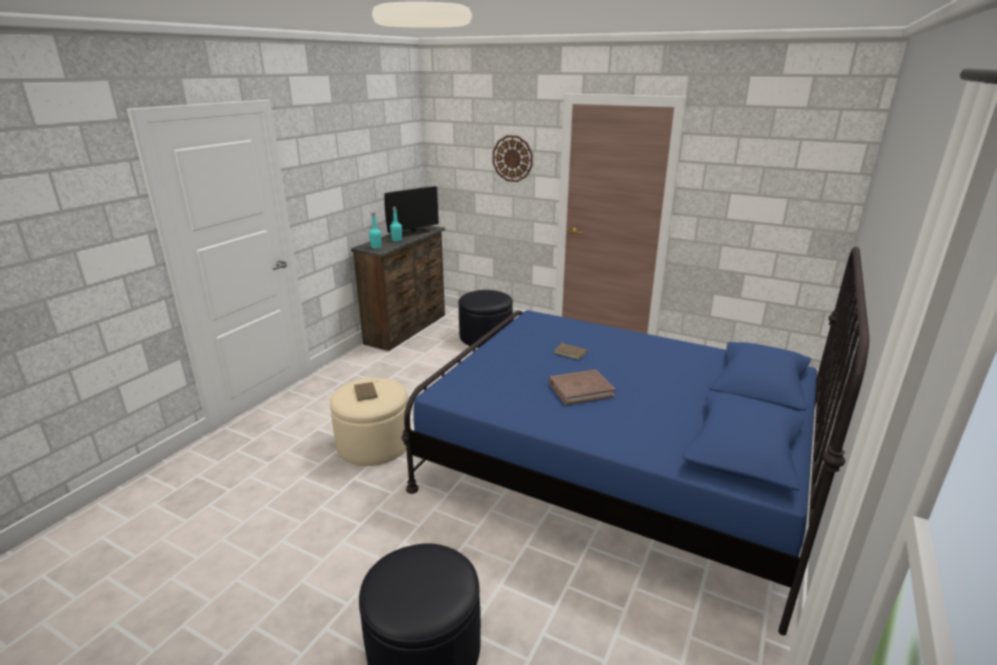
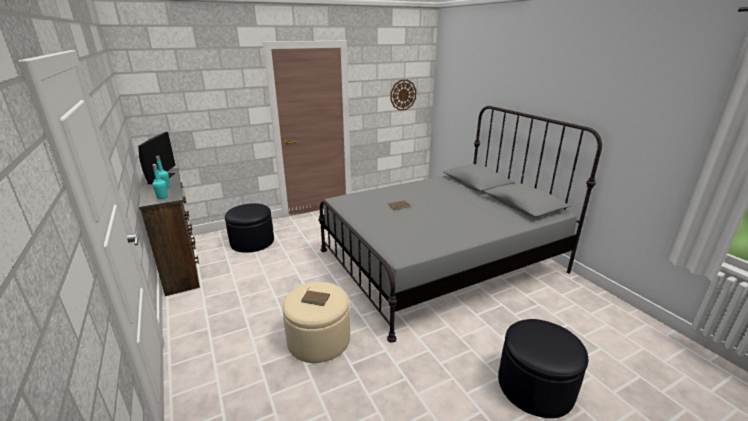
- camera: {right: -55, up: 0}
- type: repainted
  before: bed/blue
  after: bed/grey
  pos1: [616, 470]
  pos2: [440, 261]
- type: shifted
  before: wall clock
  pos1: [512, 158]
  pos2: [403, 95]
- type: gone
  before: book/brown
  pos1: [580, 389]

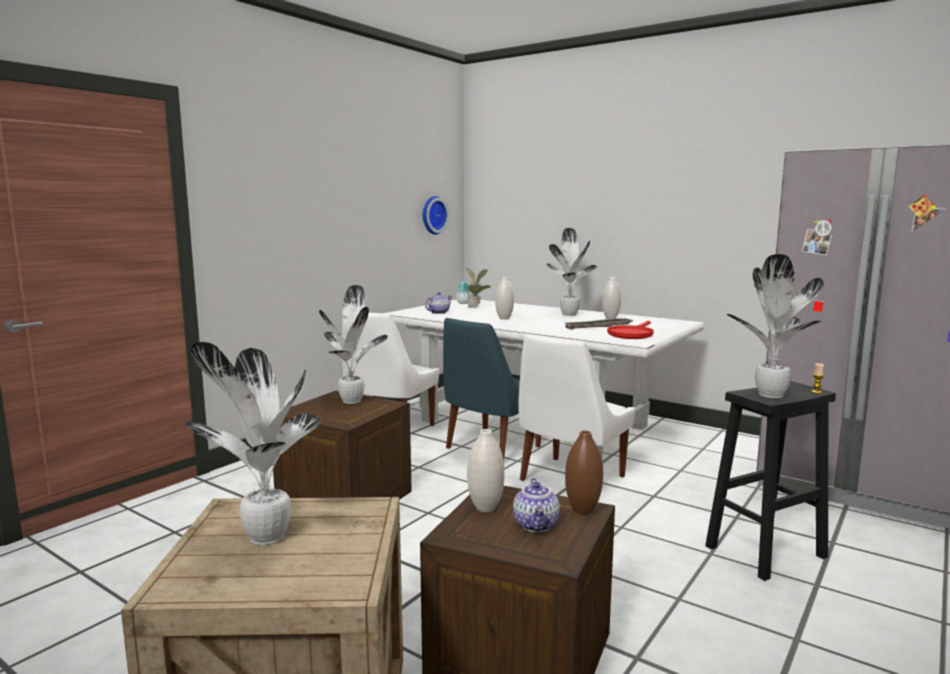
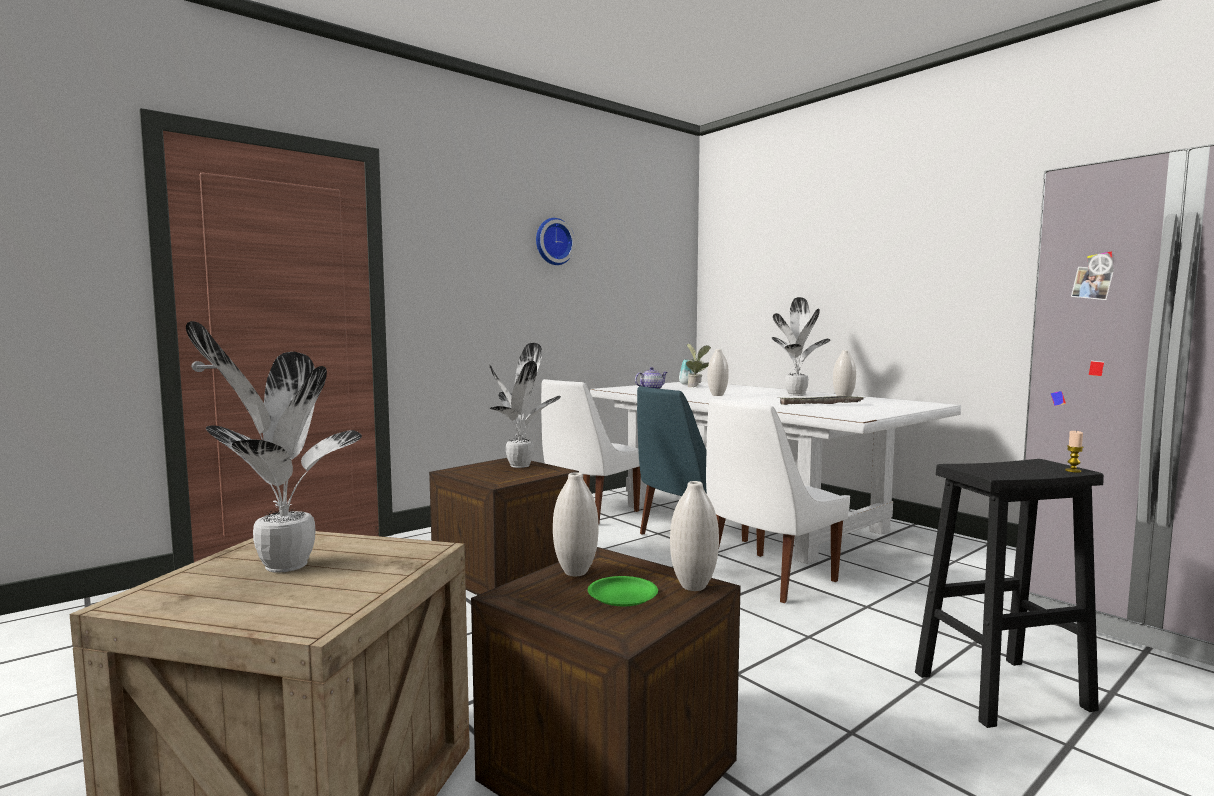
- camera: {right: 15, up: -5}
- type: shifted
  before: wall clock
  pos1: [432, 215]
  pos2: [553, 242]
- type: swapped
  before: teapot
  after: plate/green
  pos1: [537, 525]
  pos2: [623, 596]
- type: repainted
  before: vase/brown
  after: vase/white
  pos1: [582, 510]
  pos2: [693, 586]
- type: gone
  before: frying pan/red
  pos1: [632, 334]
- type: gone
  before: potted plant
  pos1: [770, 395]

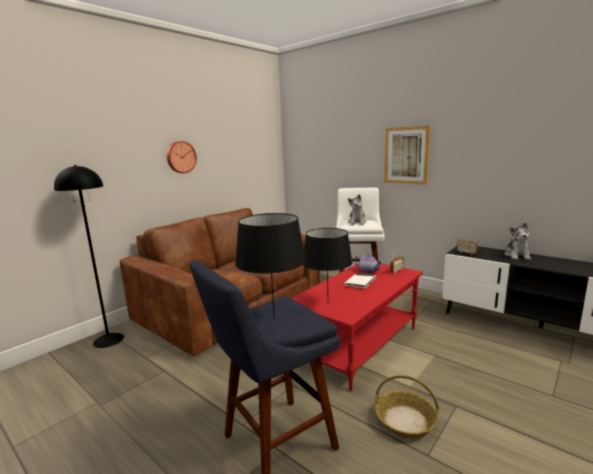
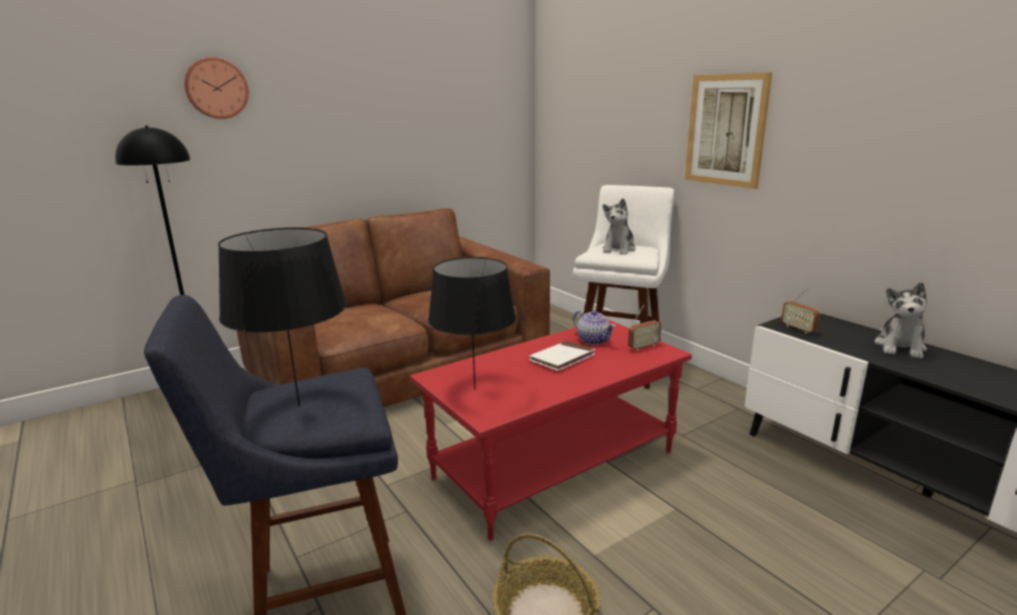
- camera: {right: 15, up: 5}
- type: shifted
  before: wall clock
  pos1: [181, 157]
  pos2: [216, 88]

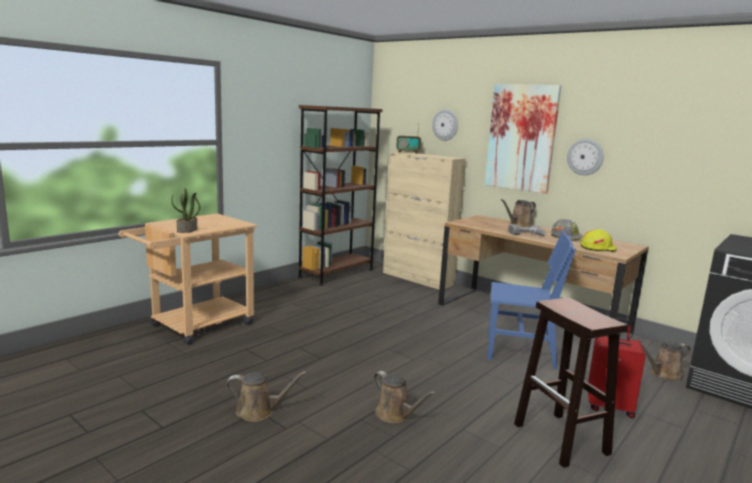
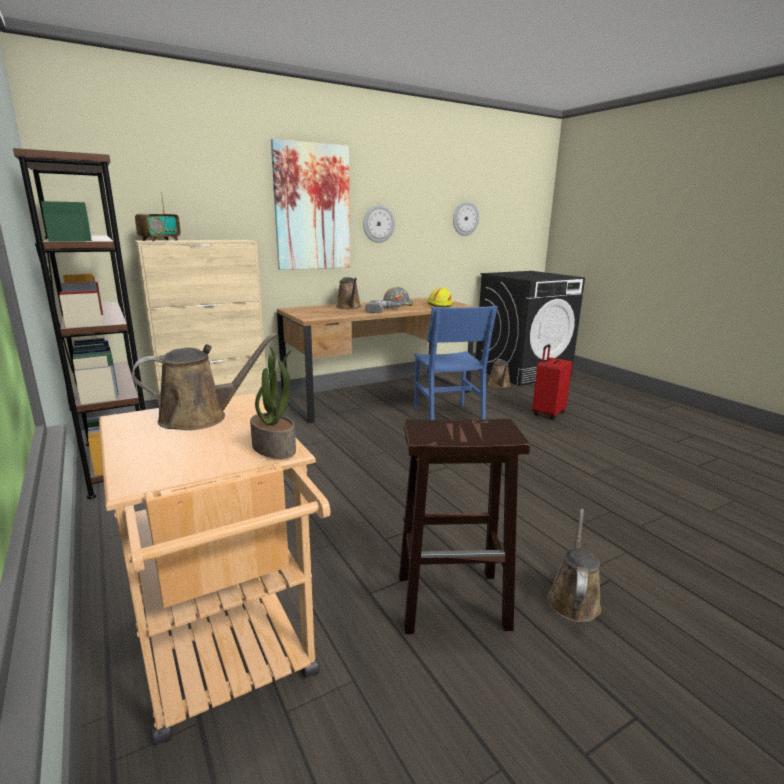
- camera: {right: -70, up: 5}
- type: shifted
  before: watering can/brown
  pos1: [395, 414]
  pos2: [200, 417]
- type: shifted
  before: stool/brown
  pos1: [562, 439]
  pos2: [454, 601]
- type: rotated
  before: chair/blue
  pos1: [520, 352]
  pos2: [447, 416]
  turn: 135
- type: shifted
  before: wall clock
  pos1: [445, 125]
  pos2: [465, 218]

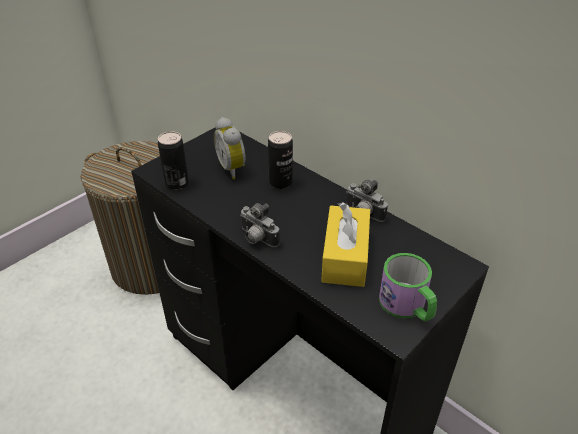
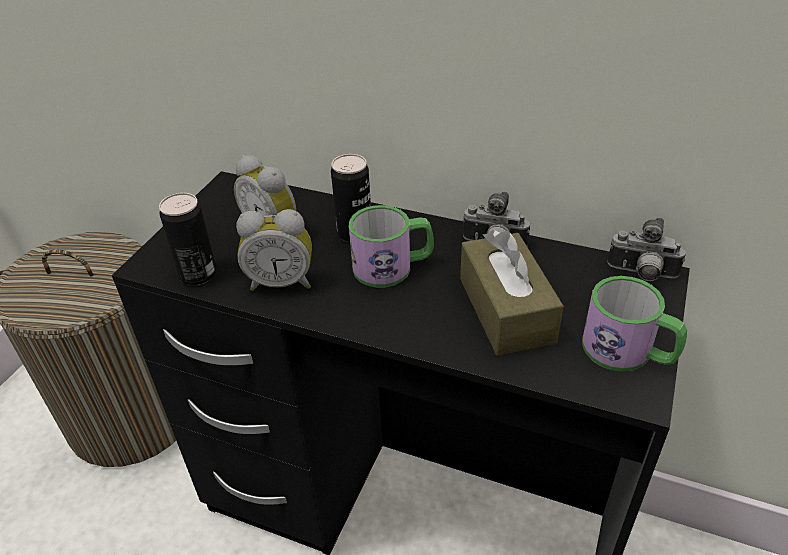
- camera: {right: -20, up: 0}
- type: new
  after: alarm clock
  pos2: [281, 282]
- type: new
  after: mug
  pos2: [393, 267]
- type: repainted
  before: tissue box/yellow
  after: tissue box/brown
  pos1: [345, 256]
  pos2: [506, 310]
- type: shifted
  before: photo camera
  pos1: [257, 239]
  pos2: [641, 274]

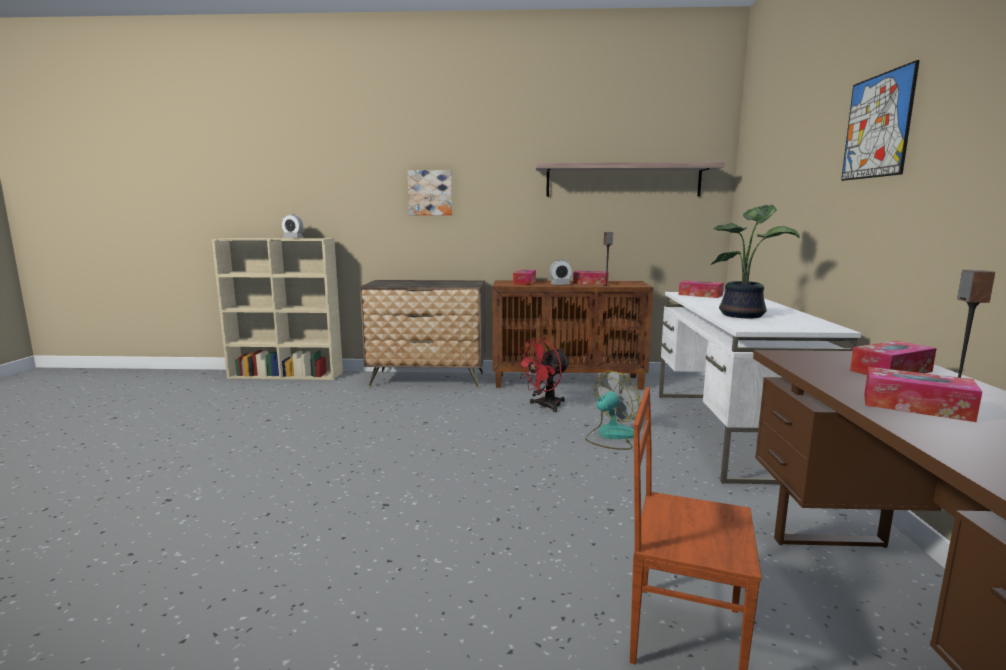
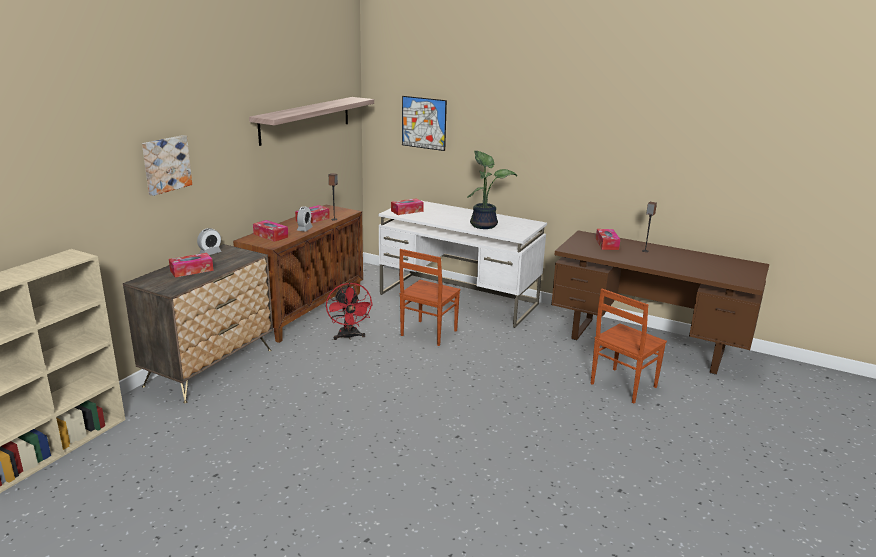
- camera: {right: -65, up: 10}
- type: shifted
  before: tissue box
  pos1: [916, 406]
  pos2: [191, 270]
- type: shifted
  before: alarm clock
  pos1: [293, 238]
  pos2: [210, 253]
- type: swapped
  before: fan
  after: chair/brown
  pos1: [611, 436]
  pos2: [427, 333]
- type: shifted
  before: picture
  pos1: [877, 126]
  pos2: [424, 123]

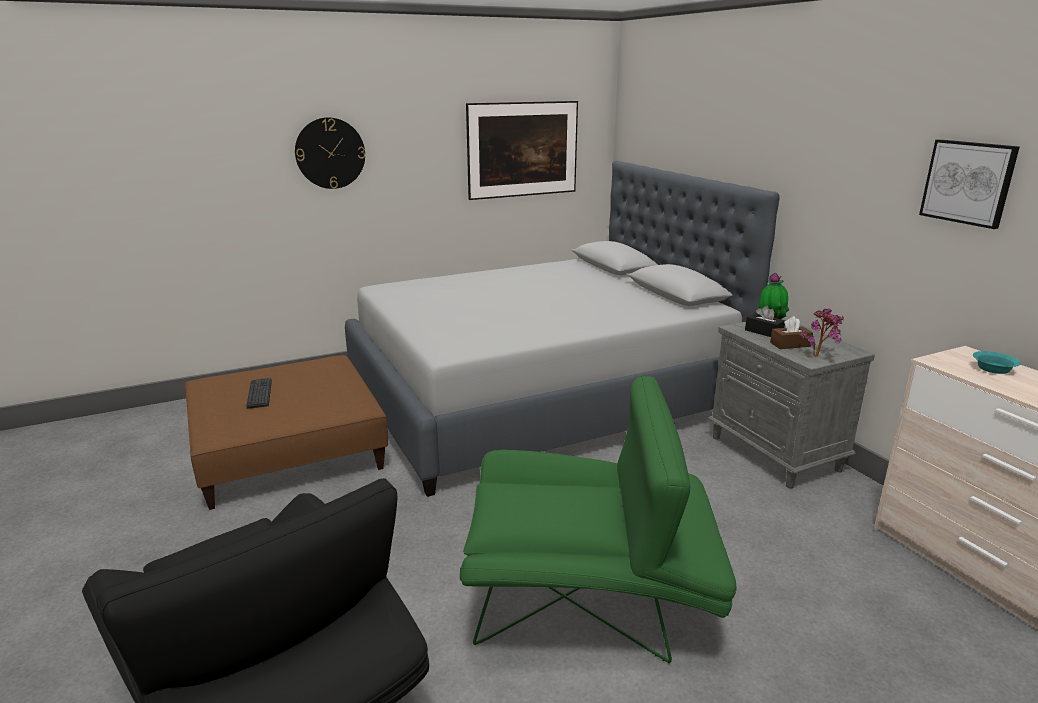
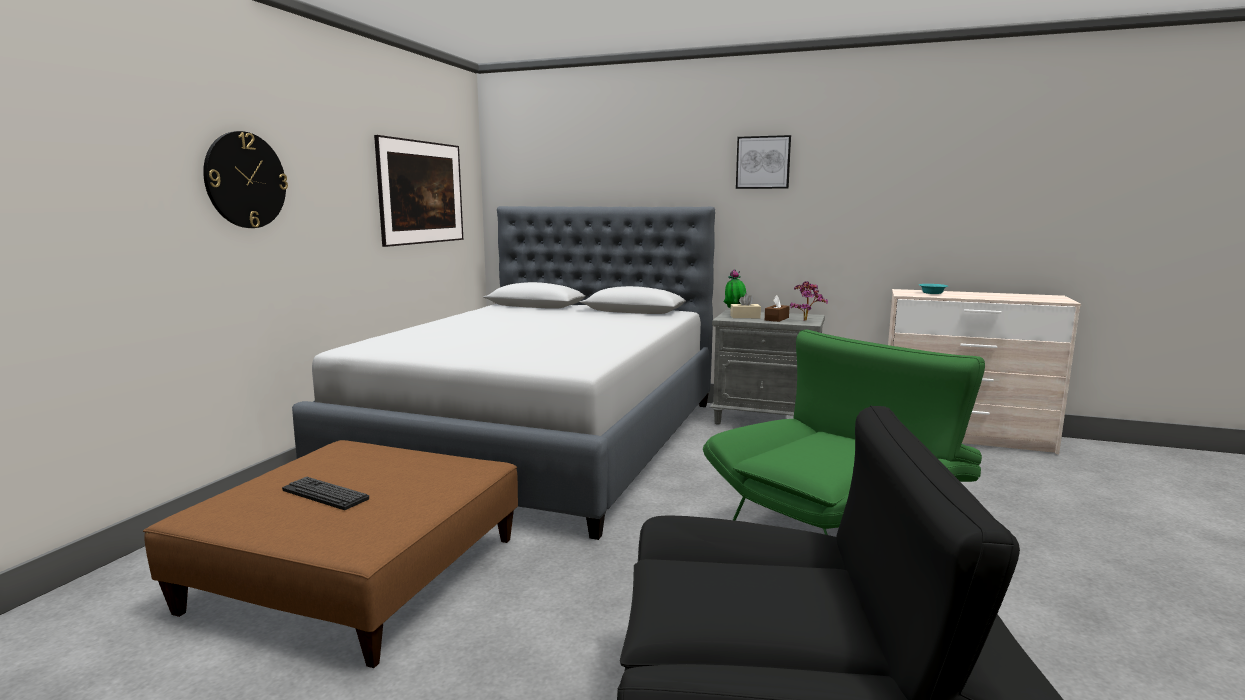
- camera: {right: -45, up: -10}
- type: repainted
  before: tissue box/black
  after: tissue box/beige
  pos1: [763, 332]
  pos2: [745, 317]
- type: shifted
  before: picture
  pos1: [968, 182]
  pos2: [763, 162]

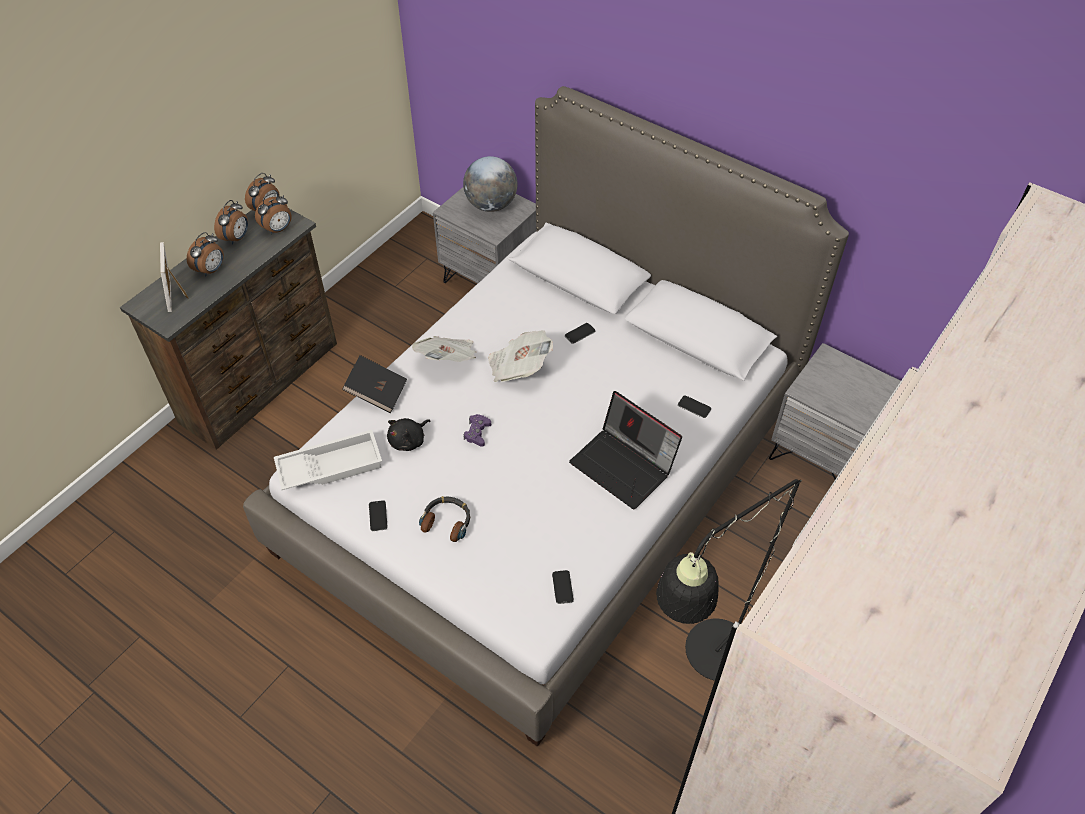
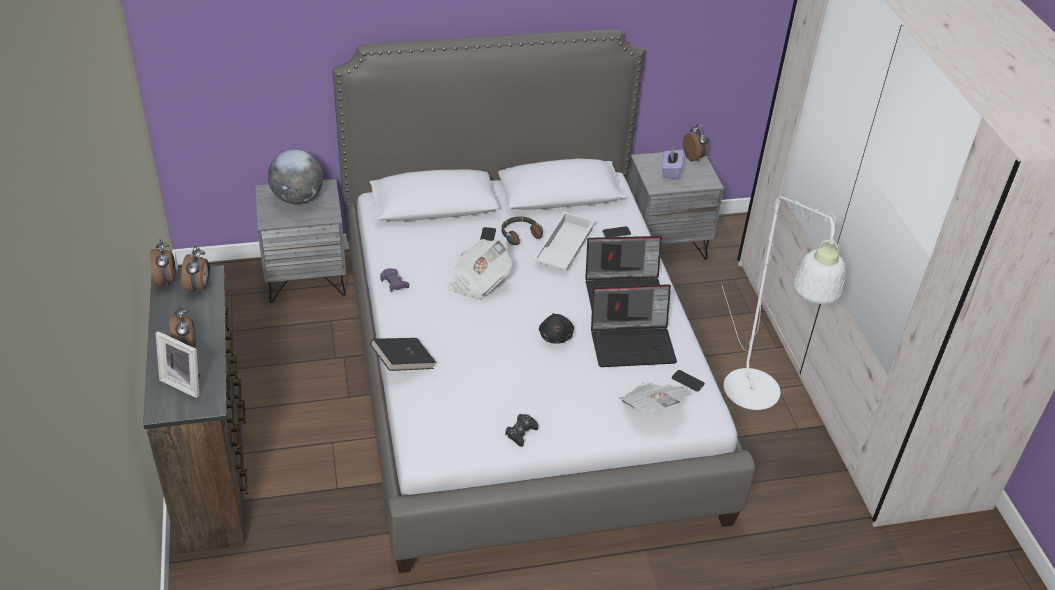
- camera: {right: -50, up: -10}
- type: shifted
  before: game controller/purple
  pos1: [477, 433]
  pos2: [394, 283]
- type: shifted
  before: headphones
  pos1: [447, 521]
  pos2: [520, 234]
- type: swapped
  before: phone
  after: game controller/black
  pos1: [378, 516]
  pos2: [521, 432]
- type: shifted
  before: tray/white
  pos1: [330, 465]
  pos2: [563, 247]
- type: shifted
  before: plush toy/black
  pos1: [409, 440]
  pos2: [555, 336]
- type: new
  after: laptop
  pos2: [633, 343]
- type: shifted
  before: newspaper
  pos1: [448, 360]
  pos2: [652, 408]
- type: new
  after: tissue box/purple
  pos2: [671, 171]
- type: shifted
  before: alarm clock
  pos1: [237, 238]
  pos2: [694, 157]
- type: repainted
  before: floor lamp/black
  after: floor lamp/white
  pos1: [708, 662]
  pos2: [755, 400]

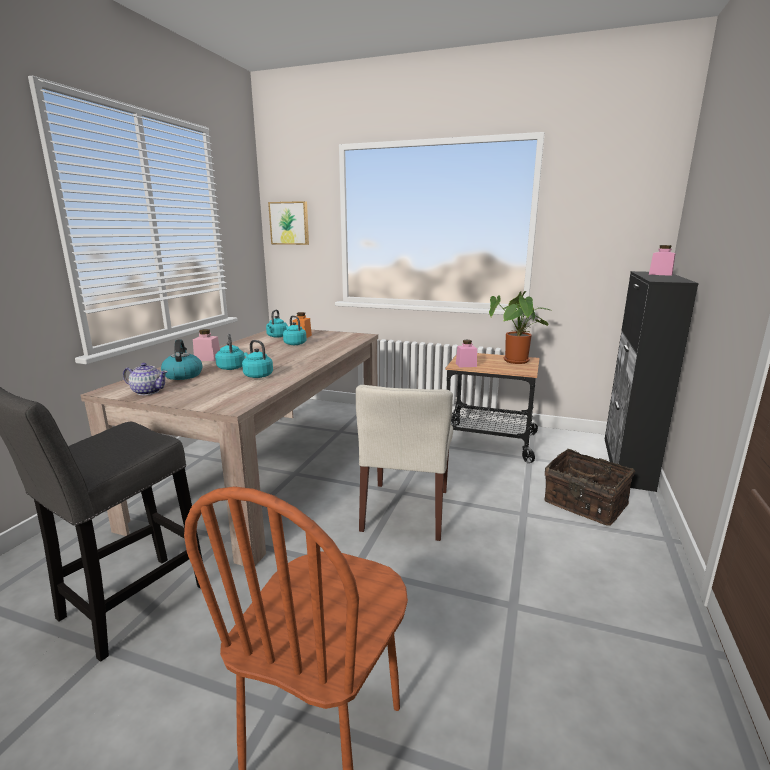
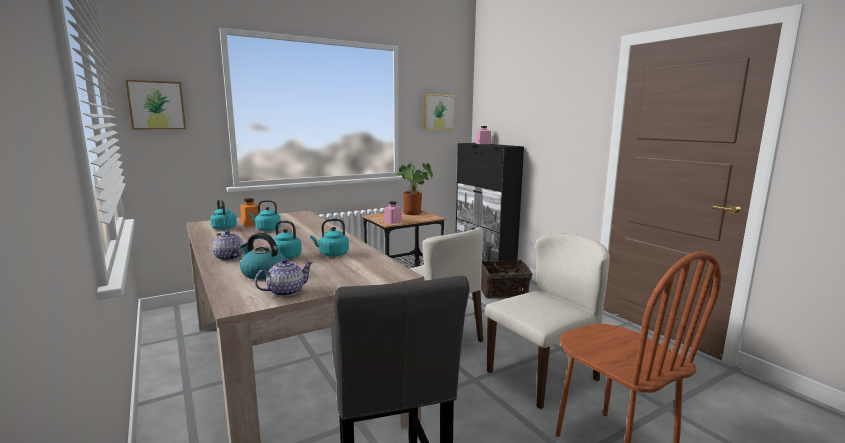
- camera: {right: -50, up: -5}
- type: swapped
  before: jar/pink
  after: teapot
  pos1: [207, 358]
  pos2: [229, 258]
- type: new
  after: picture
  pos2: [437, 112]
- type: new
  after: chair/beige
  pos2: [542, 375]

